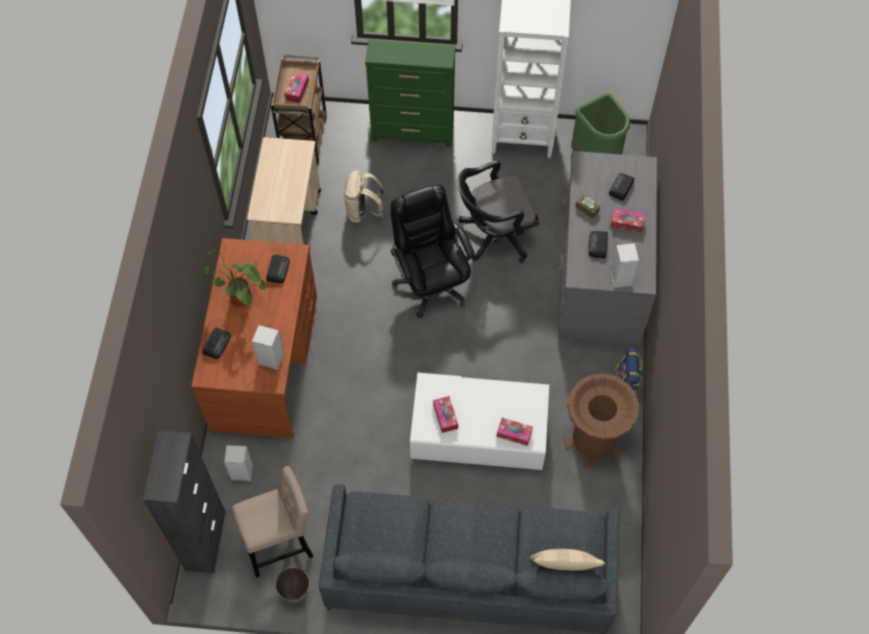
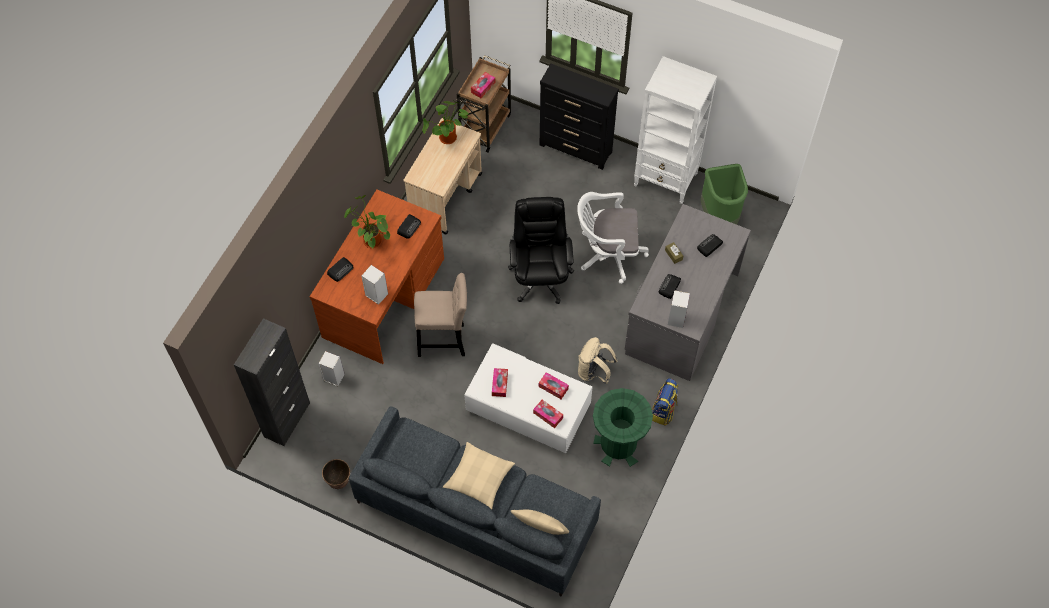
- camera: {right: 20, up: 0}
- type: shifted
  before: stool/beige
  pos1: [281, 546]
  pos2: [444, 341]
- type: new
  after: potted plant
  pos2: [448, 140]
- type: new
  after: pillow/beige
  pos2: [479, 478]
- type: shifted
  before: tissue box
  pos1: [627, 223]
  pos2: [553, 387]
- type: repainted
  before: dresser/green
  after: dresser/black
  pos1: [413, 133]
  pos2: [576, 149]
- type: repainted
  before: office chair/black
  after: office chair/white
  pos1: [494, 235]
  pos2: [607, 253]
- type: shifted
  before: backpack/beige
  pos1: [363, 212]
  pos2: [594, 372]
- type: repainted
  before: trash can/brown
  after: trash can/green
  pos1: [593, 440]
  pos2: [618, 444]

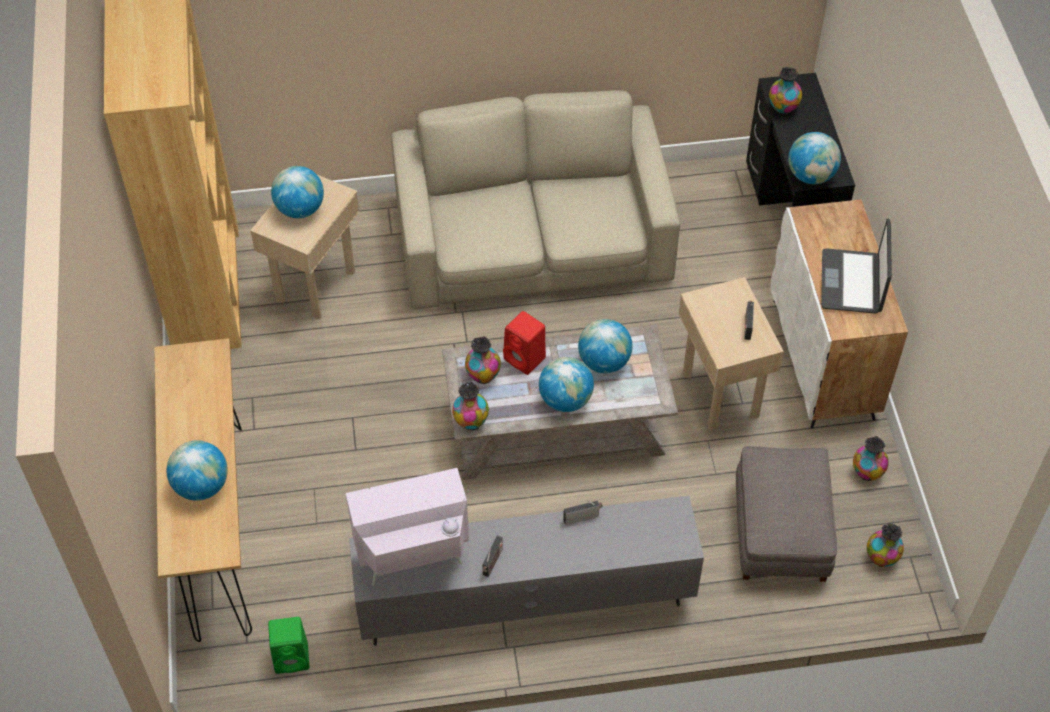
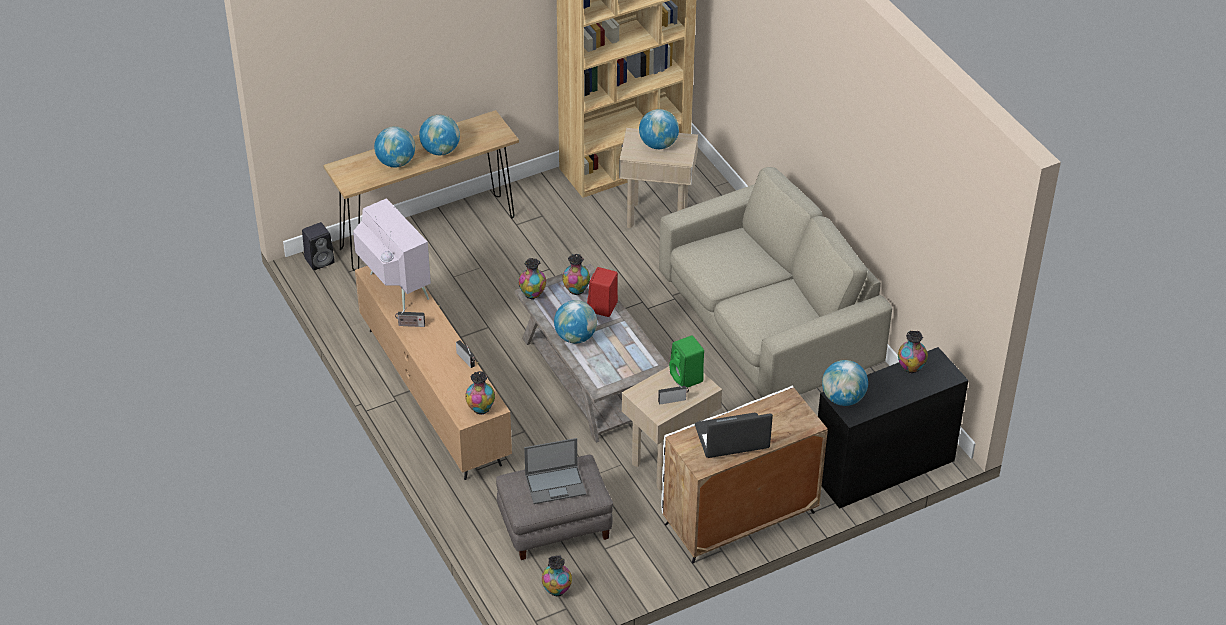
- camera: {right: 70, up: -10}
- type: new
  after: speaker/black
  pos2: [320, 260]
- type: repainted
  before: tv stand/grey
  after: tv stand/brown
  pos1: [525, 600]
  pos2: [435, 396]
- type: shifted
  before: globe
  pos1: [604, 362]
  pos2: [440, 150]
- type: shifted
  before: vase
  pos1: [866, 473]
  pos2: [480, 408]
- type: new
  after: laptop
  pos2: [556, 484]
- type: shifted
  before: speaker/green
  pos1: [293, 657]
  pos2: [687, 378]

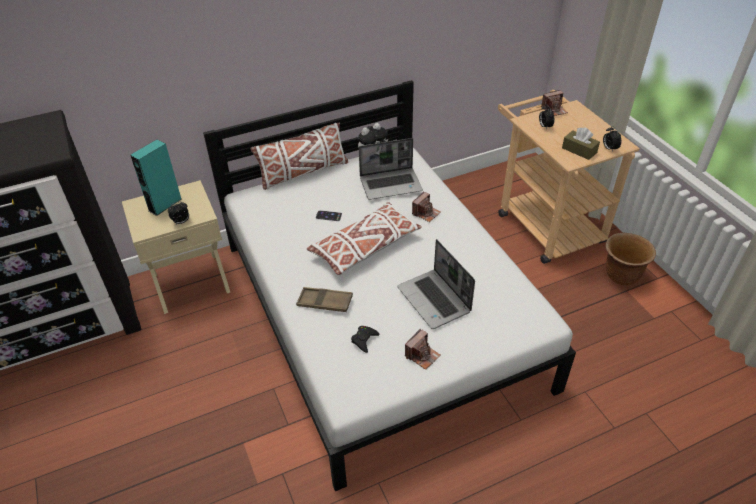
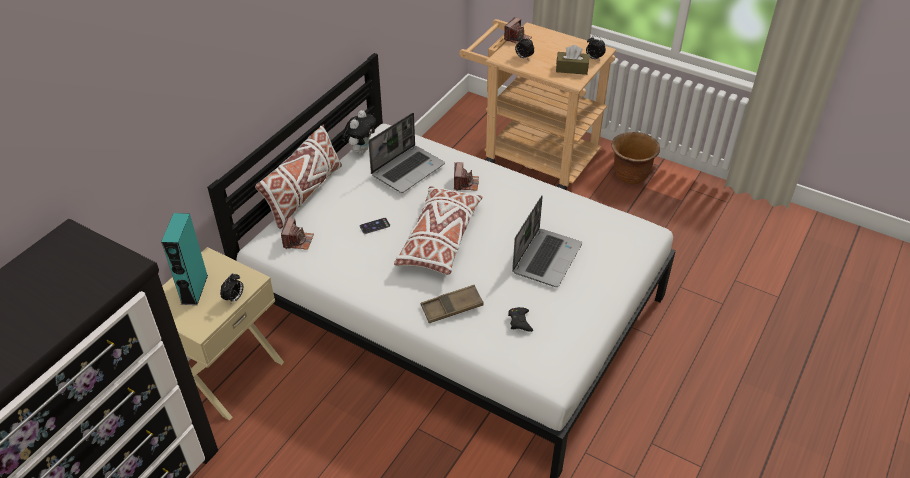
- camera: {right: -35, up: 0}
- type: shifted
  before: photo camera
  pos1: [422, 355]
  pos2: [298, 241]
- type: rotated
  before: laptop
  pos1: [435, 300]
  pos2: [546, 258]
  turn: -90

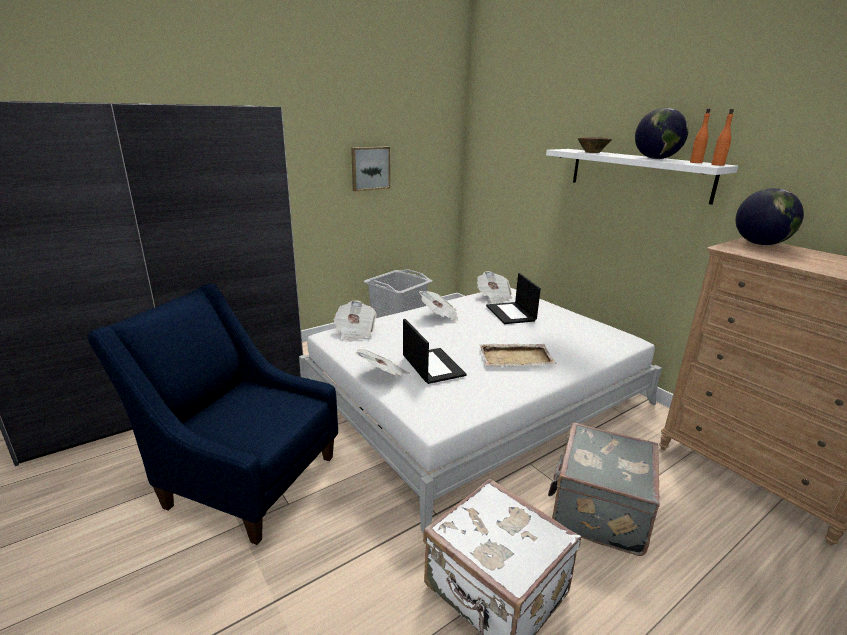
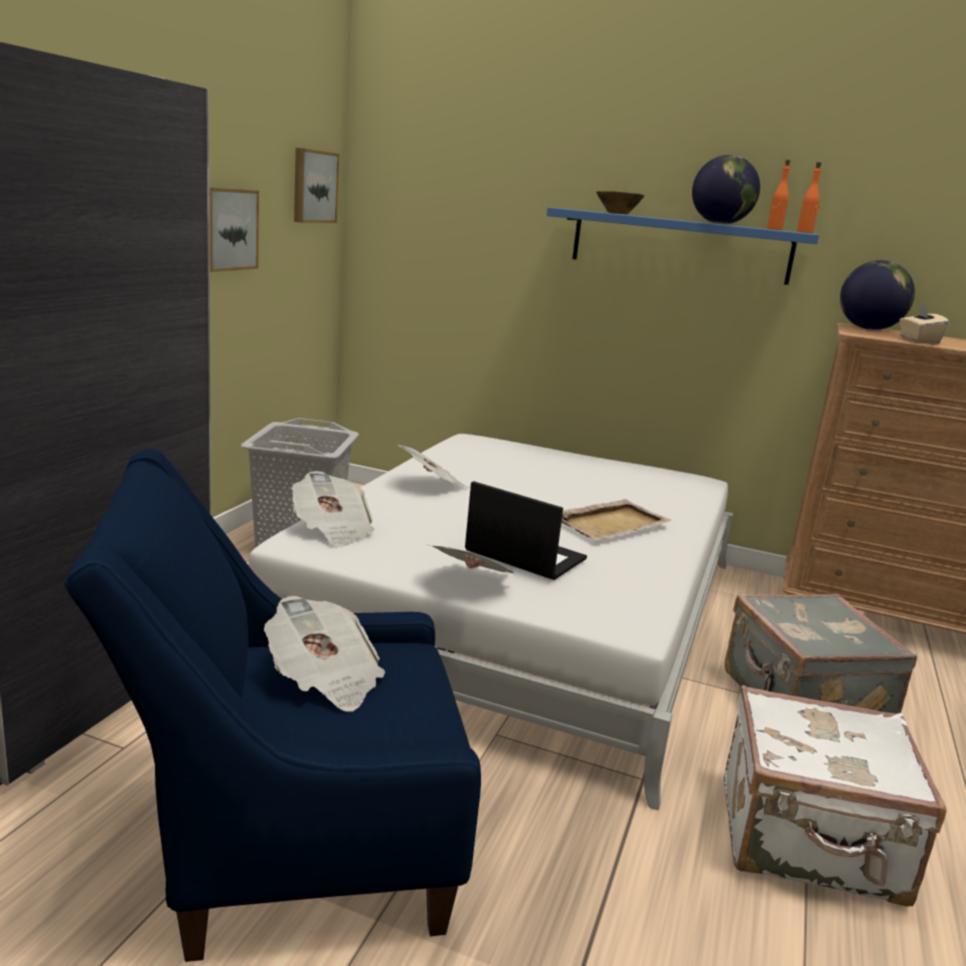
- camera: {right: -35, up: -5}
- type: shifted
  before: newspaper
  pos1: [493, 297]
  pos2: [325, 680]
- type: new
  after: picture
  pos2: [313, 186]
- type: repainted
  before: shelf/white
  after: shelf/blue
  pos1: [638, 174]
  pos2: [680, 246]
- type: new
  after: tissue box/beige
  pos2: [918, 341]
- type: gone
  before: laptop
  pos1: [511, 313]

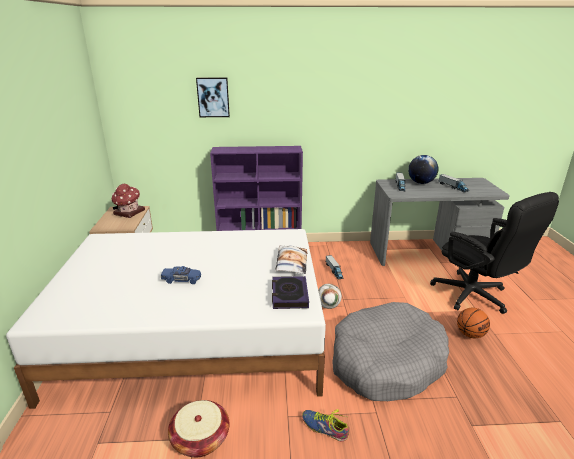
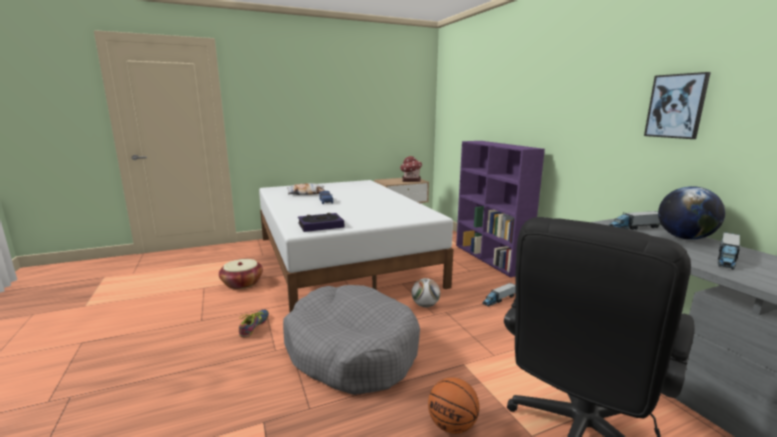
- camera: {right: 70, up: -10}
- type: shifted
  before: pillow
  pos1: [291, 263]
  pos2: [306, 193]
- type: shifted
  before: picture
  pos1: [213, 97]
  pos2: [676, 106]

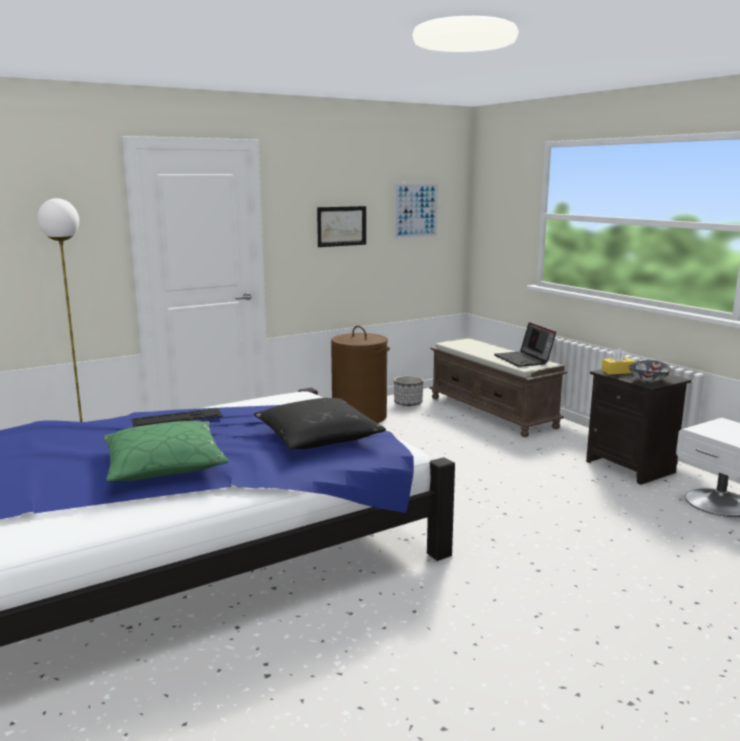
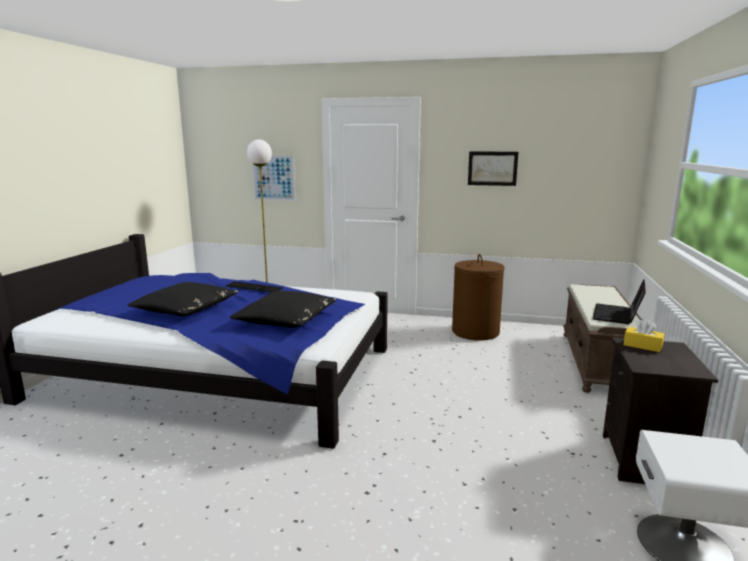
- camera: {right: 45, up: 0}
- type: repainted
  before: pillow/green
  after: pillow/black
  pos1: [164, 465]
  pos2: [186, 309]
- type: shifted
  before: picture
  pos1: [416, 210]
  pos2: [273, 177]
- type: gone
  before: planter
  pos1: [408, 403]
- type: gone
  before: bowl
  pos1: [648, 380]

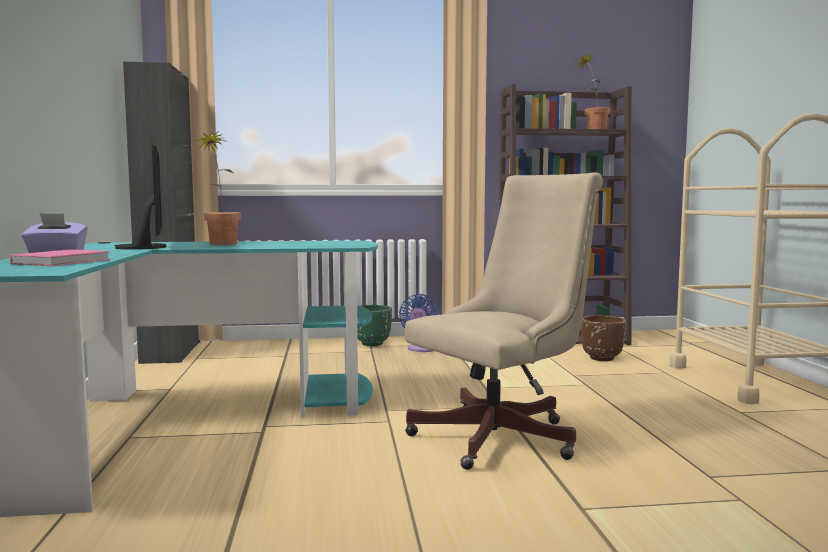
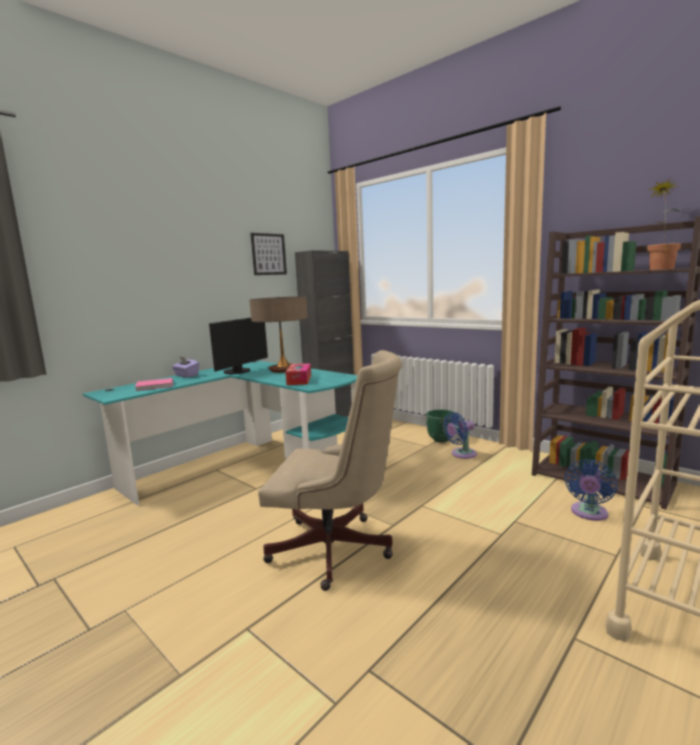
- camera: {right: 50, up: 5}
- type: swapped
  before: potted plant
  after: table lamp
  pos1: [220, 243]
  pos2: [283, 370]
- type: new
  after: picture
  pos2: [268, 254]
- type: new
  after: tissue box
  pos2: [299, 380]
- type: swapped
  before: planter/brown
  after: fan/blue
  pos1: [602, 358]
  pos2: [588, 513]

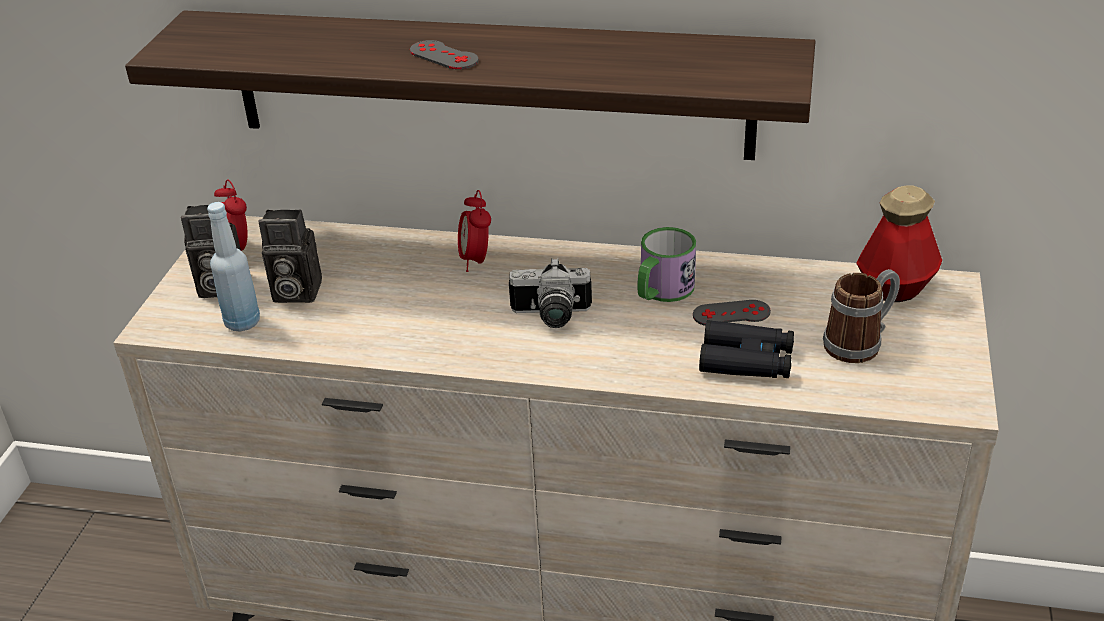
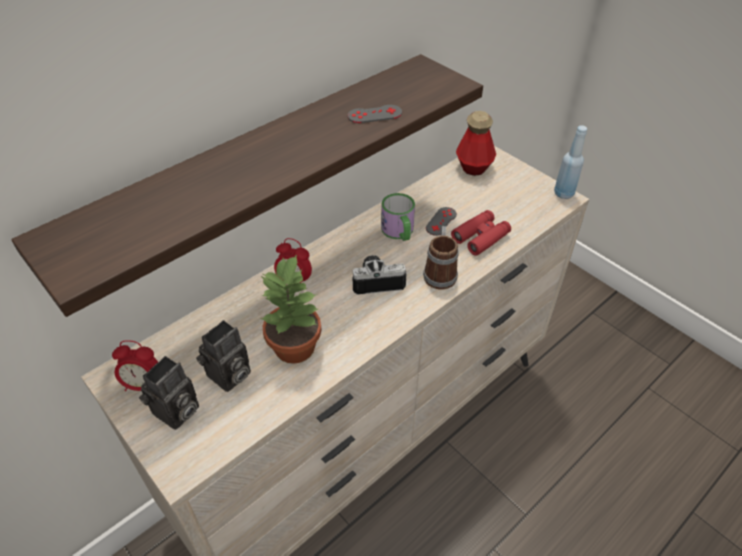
- camera: {right: -55, up: 10}
- type: new
  after: potted plant
  pos2: [296, 347]
- type: shifted
  before: game controller/grey
  pos1: [444, 55]
  pos2: [374, 114]
- type: rotated
  before: photo camera
  pos1: [551, 316]
  pos2: [377, 281]
  turn: -135
- type: shifted
  before: mug
  pos1: [860, 342]
  pos2: [440, 272]
- type: repainted
  before: binoculars/black
  after: binoculars/red
  pos1: [746, 360]
  pos2: [480, 237]
- type: shifted
  before: bottle/blue
  pos1: [242, 322]
  pos2: [564, 193]

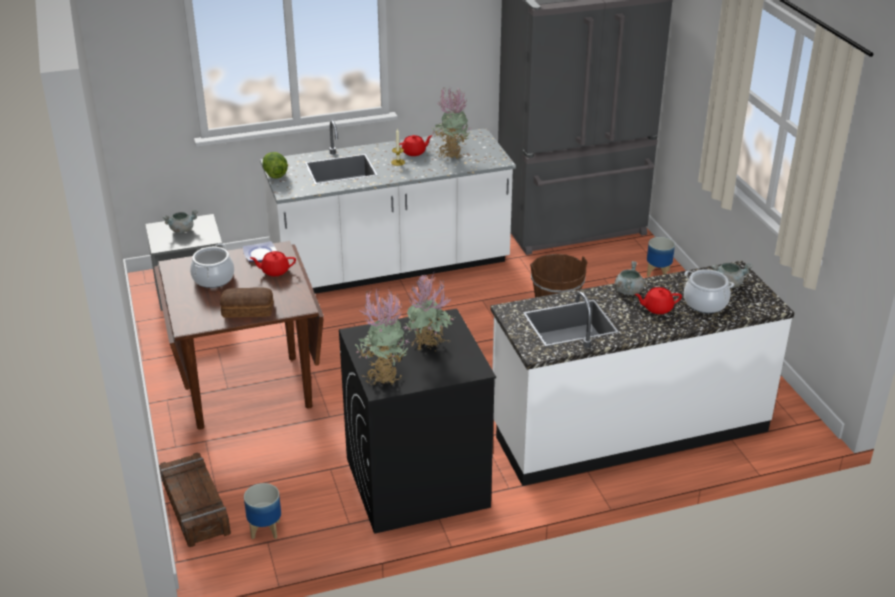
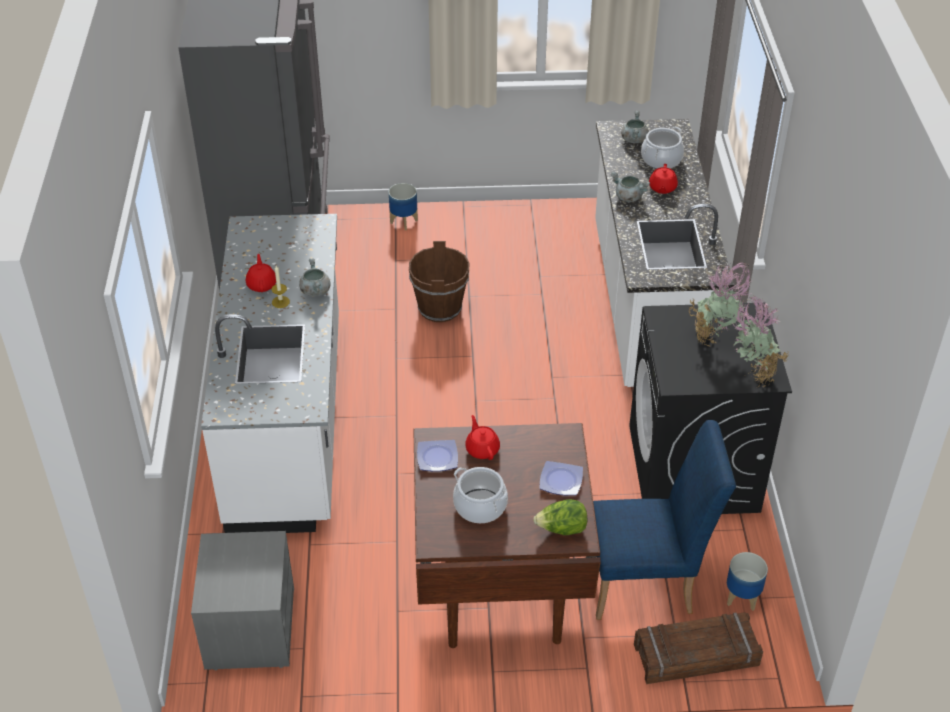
- camera: {right: -75, up: 10}
- type: shifted
  before: cooking pot/grey
  pos1: [182, 230]
  pos2: [315, 290]
- type: rotated
  before: teapot/red
  pos1: [274, 271]
  pos2: [482, 449]
  turn: 150
- type: shifted
  before: lettuce
  pos1: [275, 174]
  pos2: [561, 529]
- type: swapped
  before: bread
  after: plate
  pos1: [248, 310]
  pos2: [562, 480]
- type: new
  after: chair/blue
  pos2: [648, 585]
- type: gone
  before: potted plant
  pos1: [451, 154]

